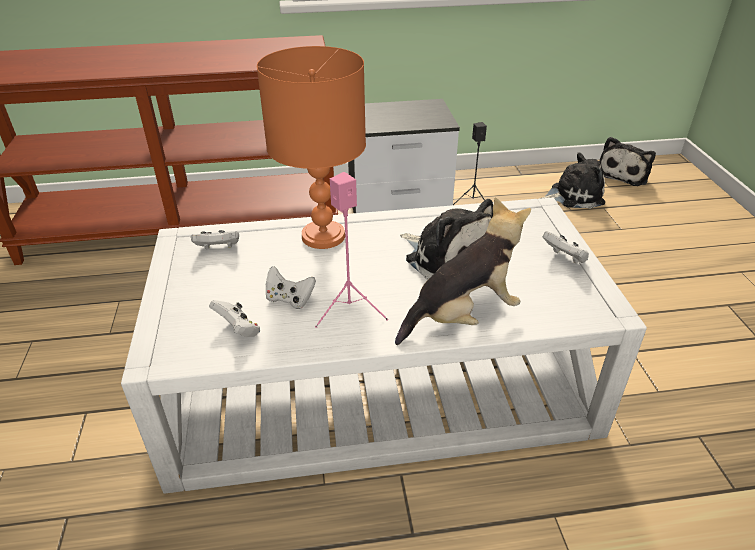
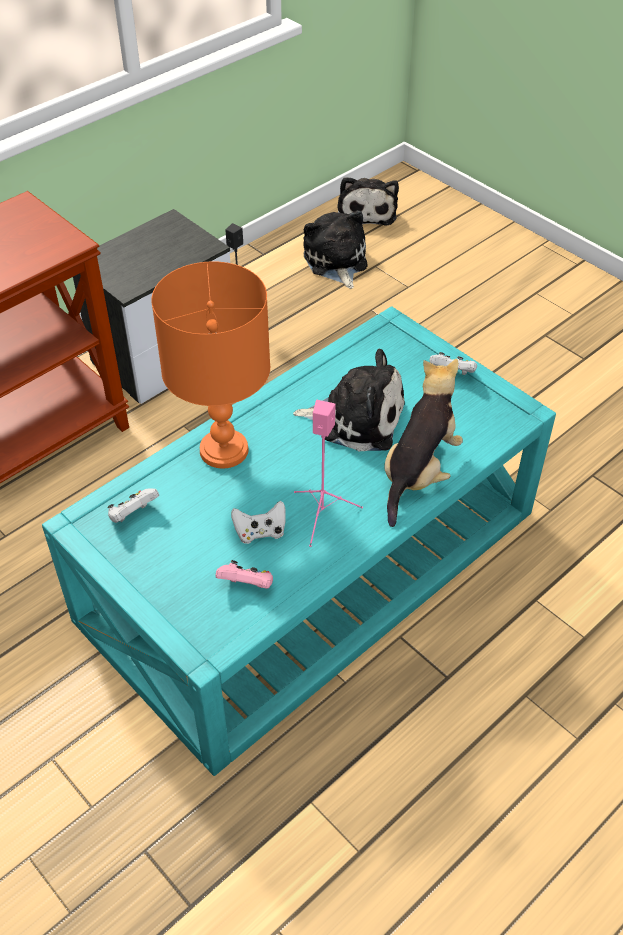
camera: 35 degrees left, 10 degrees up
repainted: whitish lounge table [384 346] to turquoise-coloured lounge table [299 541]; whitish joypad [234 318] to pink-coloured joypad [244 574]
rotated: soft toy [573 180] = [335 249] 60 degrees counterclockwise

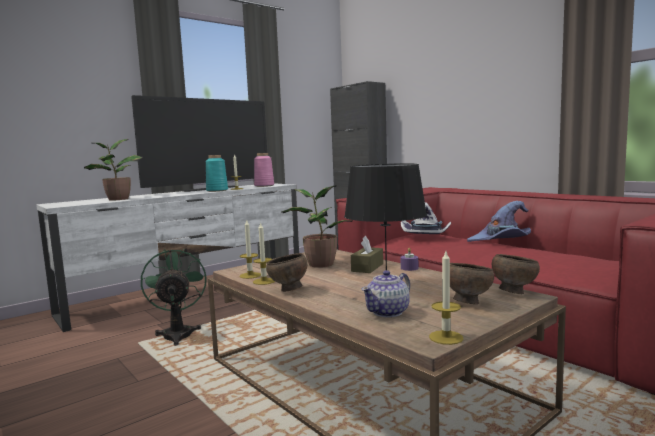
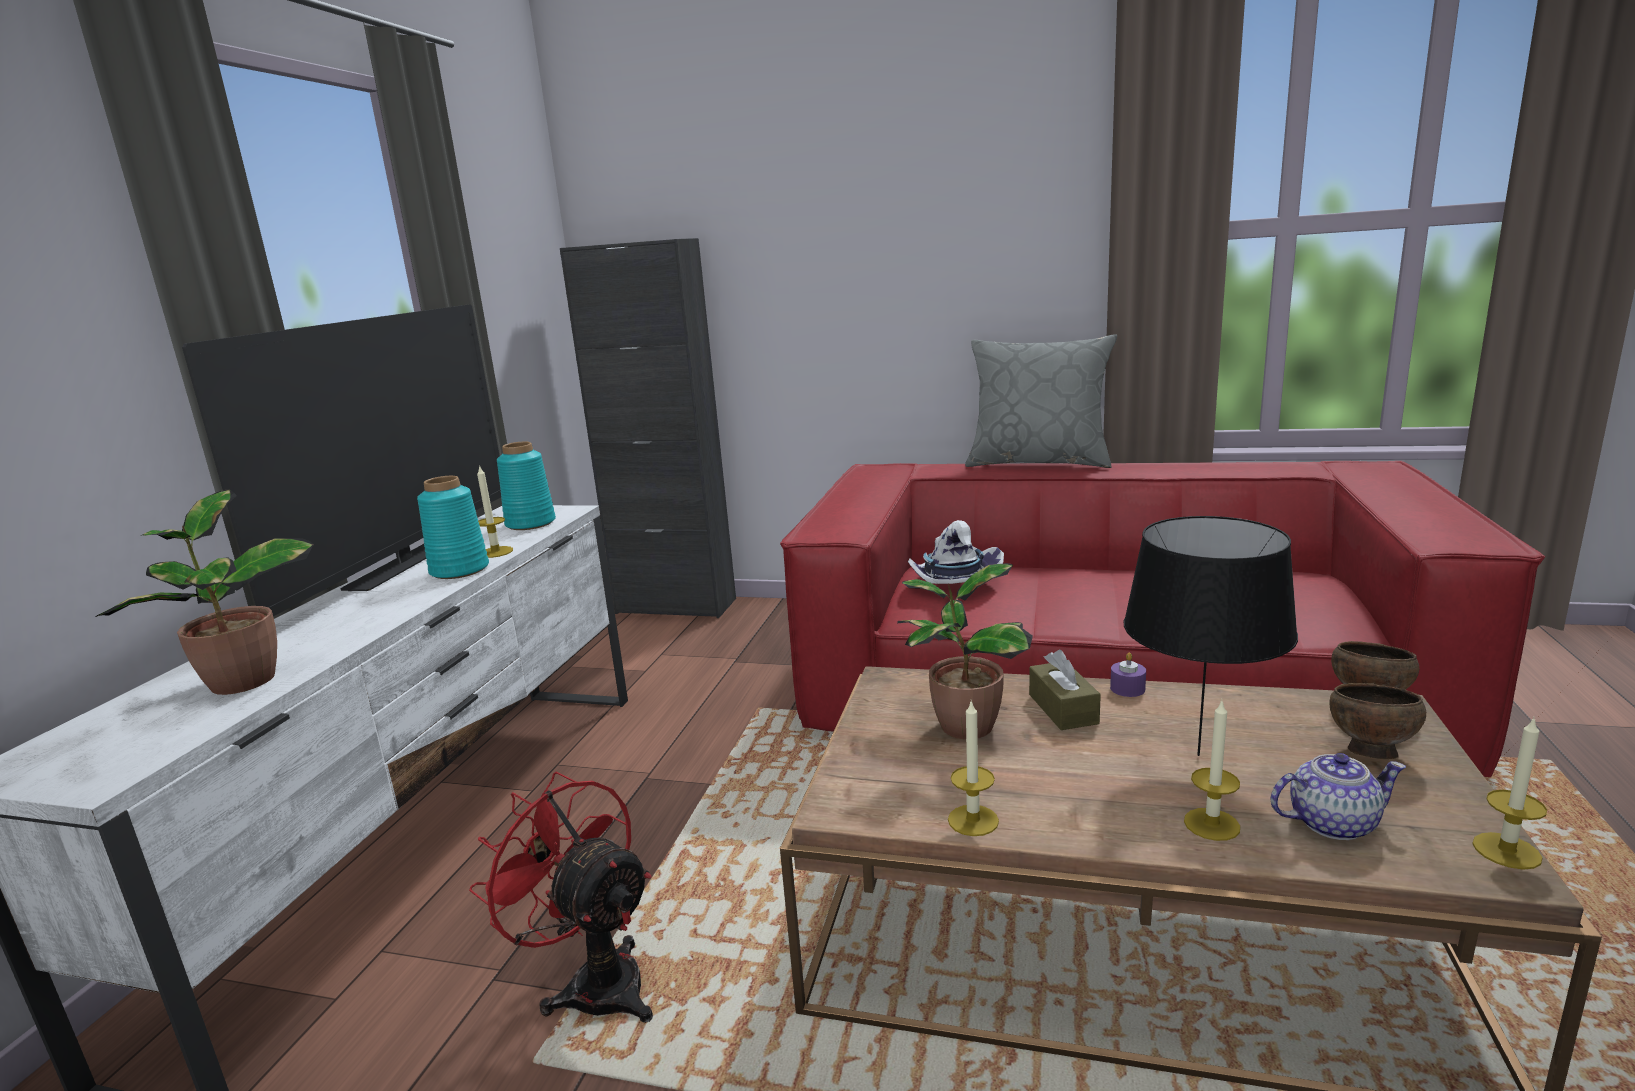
camera: 35 degrees left, 10 degrees up
gone: brown bowl [286 272]; purplish hat [499 221]
new: gray throw pillow [1041 401]
shifted: wax candle [250 249] to [1212 771]
repainted: green-coloured fan [174 297] to red-coloured fan [561 897]; pink-coloured flower vase [264 170] to turquoise-coloured flower vase [526 486]
rotated: pot for tea [385 294] = [1338 796] 105 degrees counterclockwise

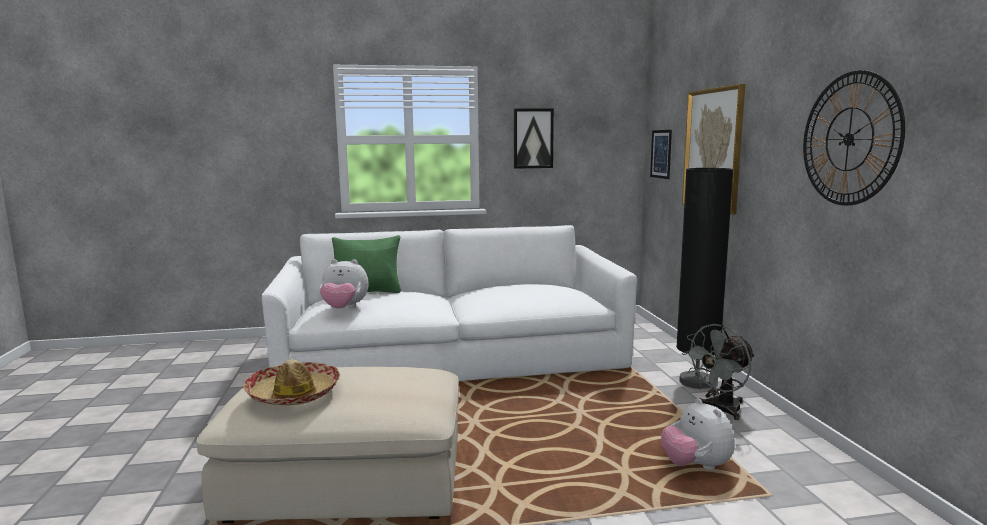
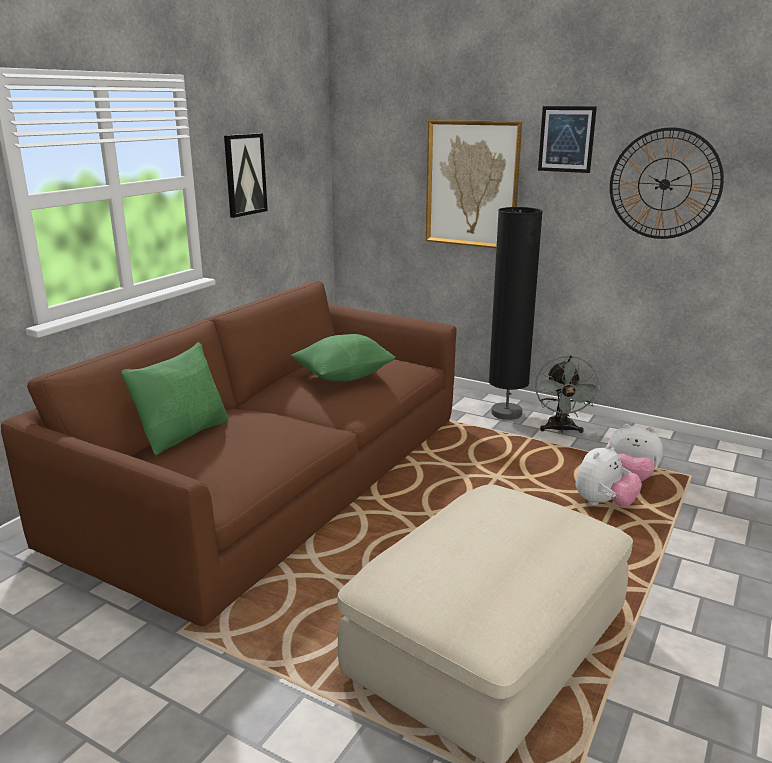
camera: 50 degrees left, 10 degrees up
gone: hat [291 382]
new: green-coloured throw pillow [343 358]
shifted: soft toy [344 283] to [608 475]; wall art [661 154] to [567 139]
repainted: whitish settee [449 303] to brown settee [228 454]

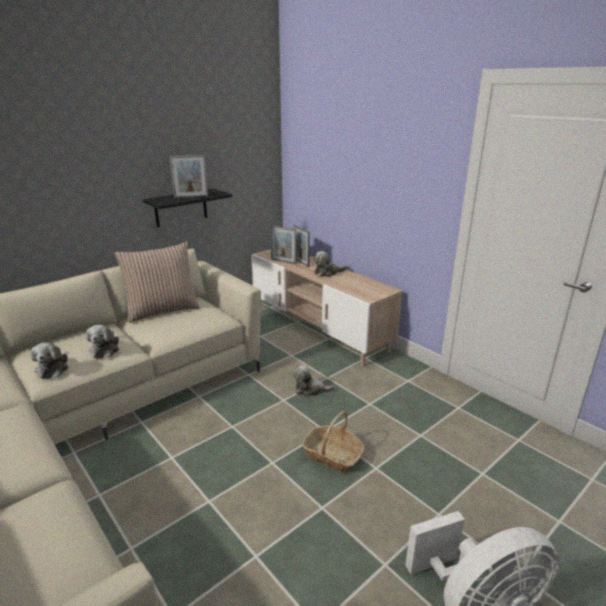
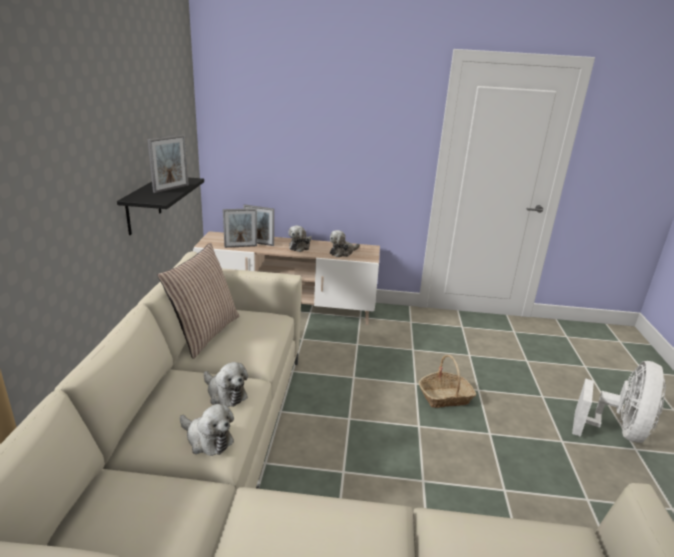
camera: 45 degrees left, 0 degrees up
shifted: soft toy [313 380] to [345 243]

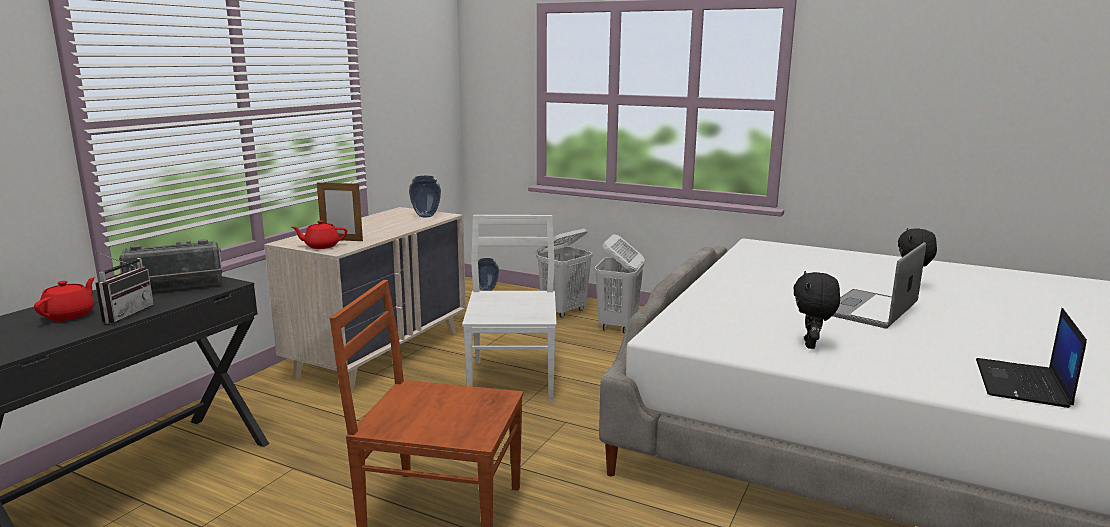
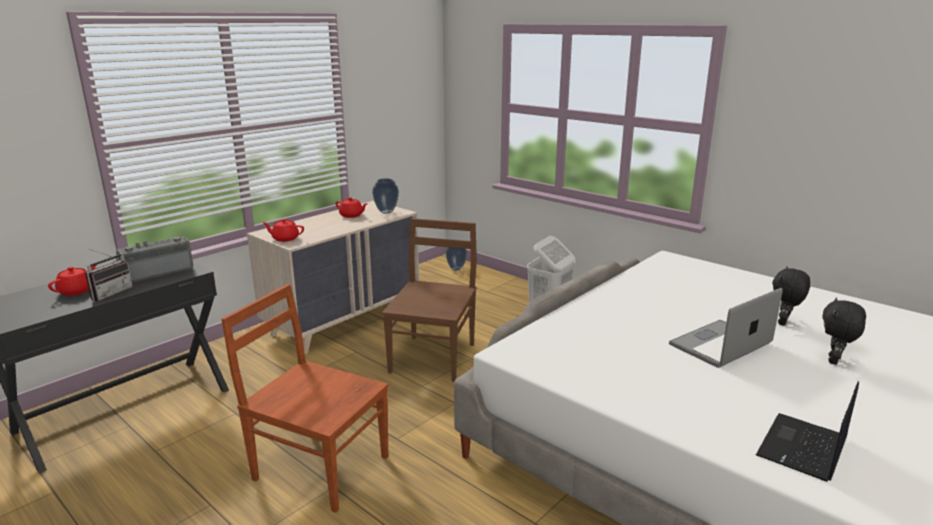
camera: 15 degrees right, 5 degrees up
gone: standing frame [340 211]; whitish washing basket [564 273]
new: red-coloured pot for tea [351 207]
shifted: blackish soft toy [816 310] to [844 331]
repainted: whitish upright chair [509 308] to brown upright chair [429 300]
rotated: radio receiver [170 265] = [154 259] 150 degrees clockwise

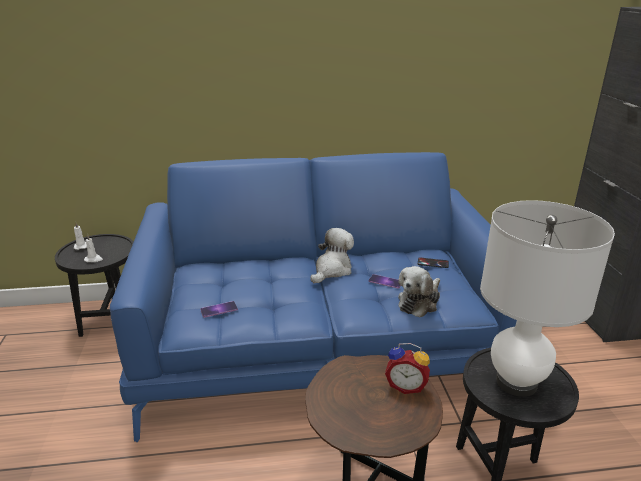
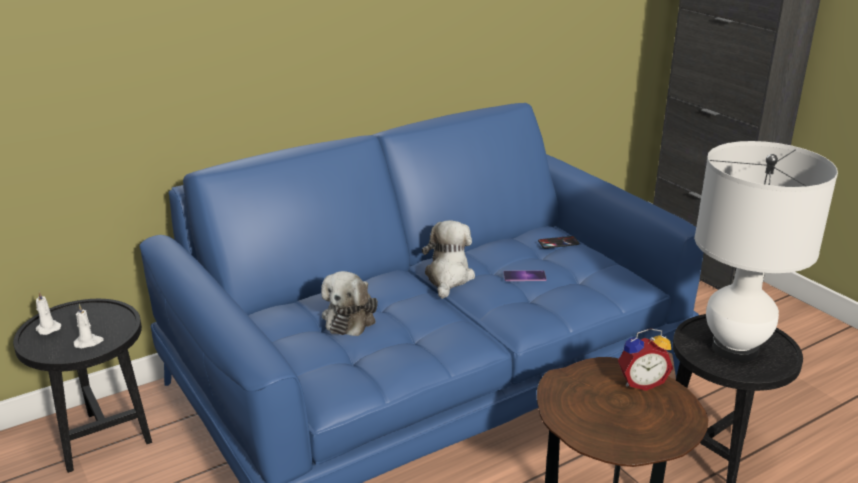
camera: 25 degrees left, 0 degrees up
gone: telephone [219 309]
shifted: soft toy [419 292] to [349 303]

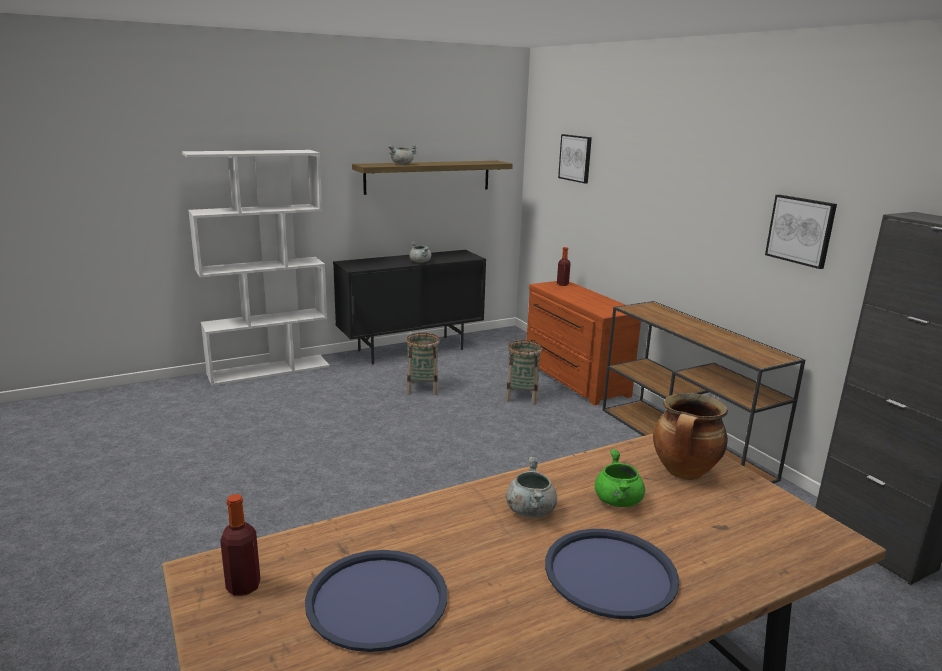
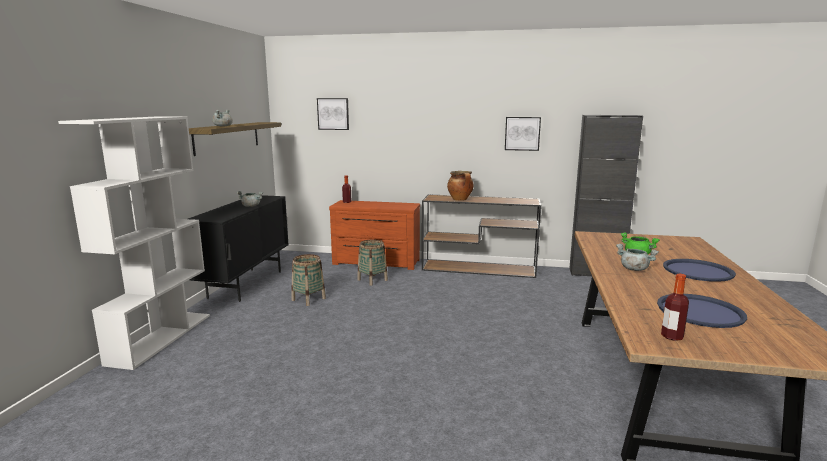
camera: 50 degrees left, 5 degrees down
shifted: saucepot [690 436] to [460 186]

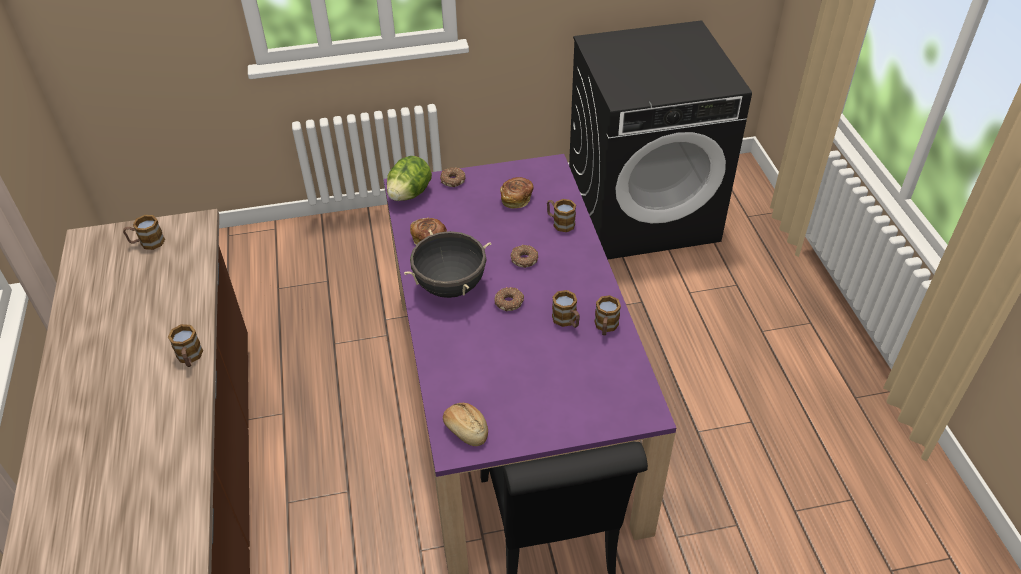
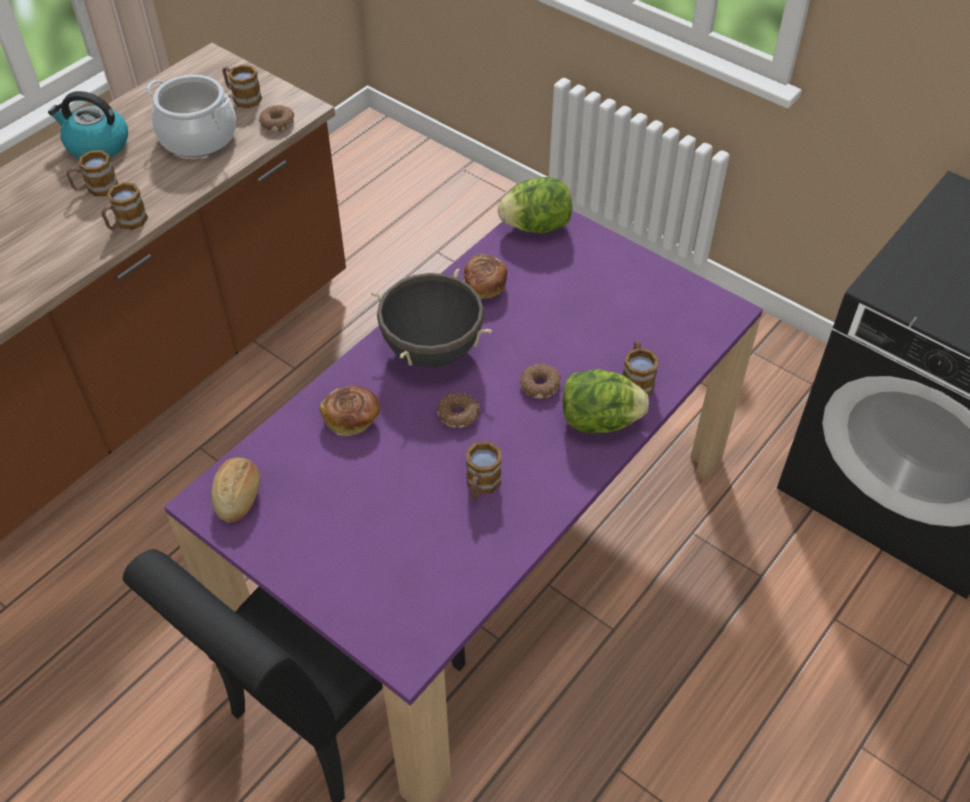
camera: 50 degrees right, 5 degrees up
new: water kettle [88 125]; saucepot [191 116]; lettuce head [605 401]
shifted: donut [452 177] to [277 118]; baked bread [516 192] to [349 411]; tea mug [607 315] to [92 173]

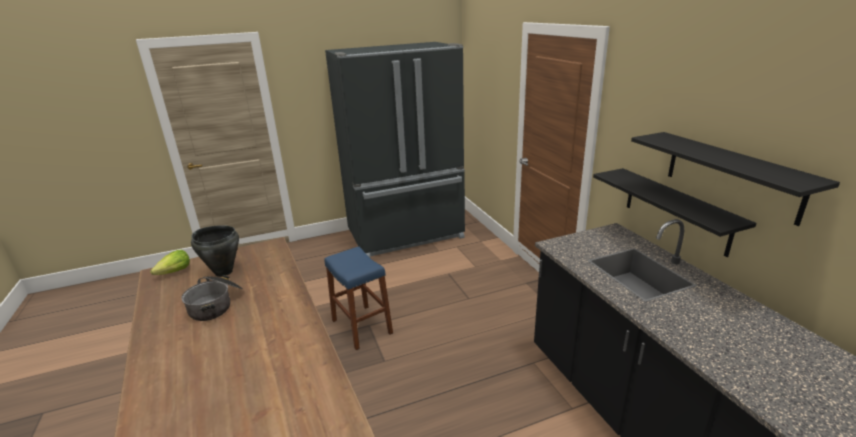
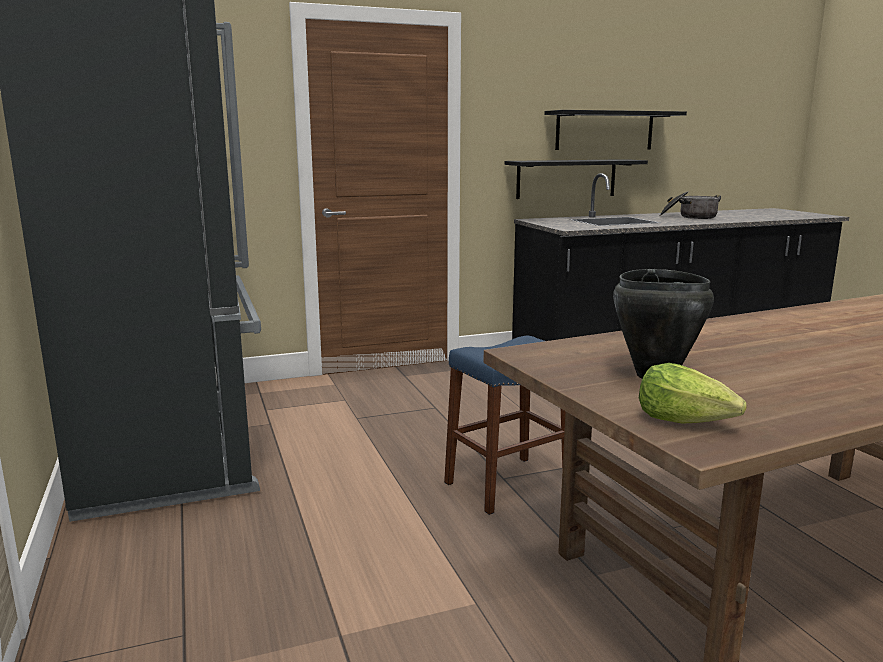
camera: 90 degrees left, 10 degrees down
shifted: saucepot [211 298] to [690 205]

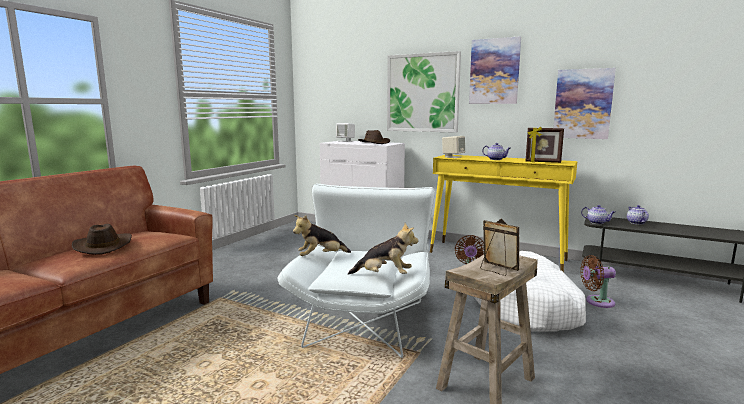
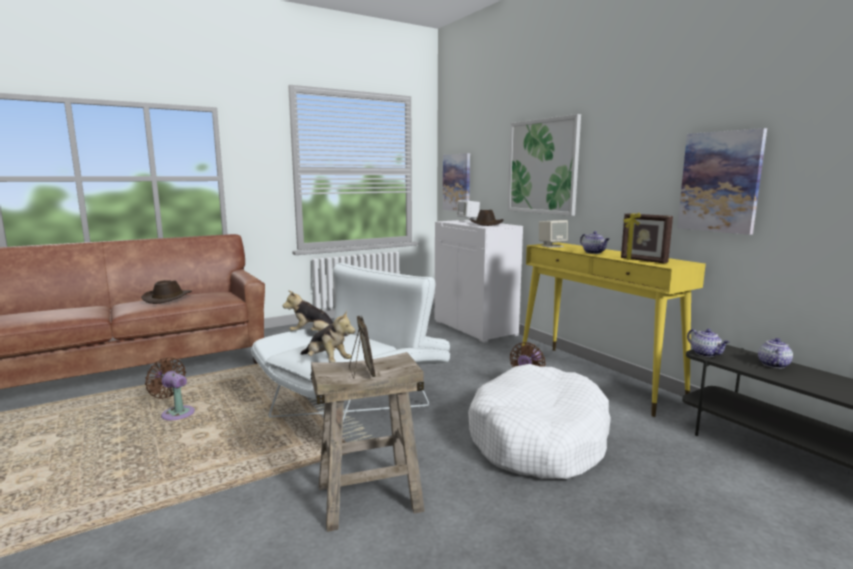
camera: 30 degrees right, 0 degrees up
shifted: wall art [495 70] to [456 182]; brown fan [598 281] to [170 388]

